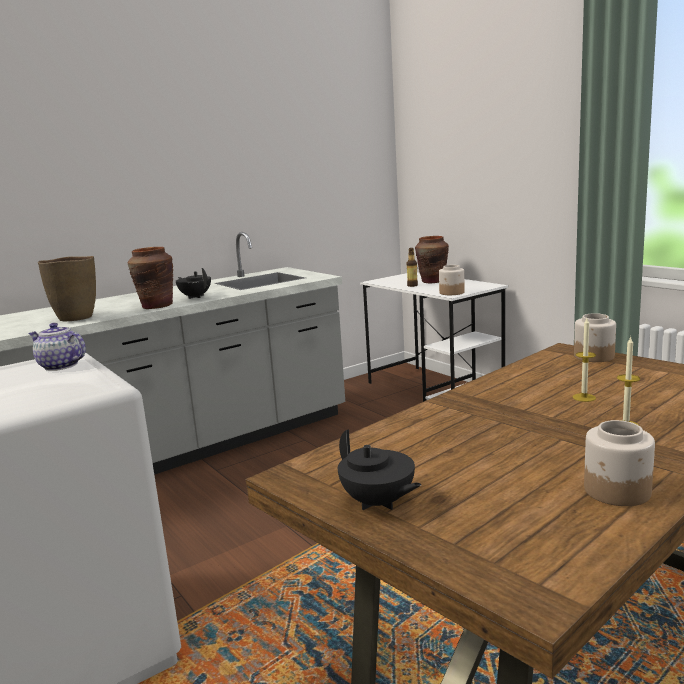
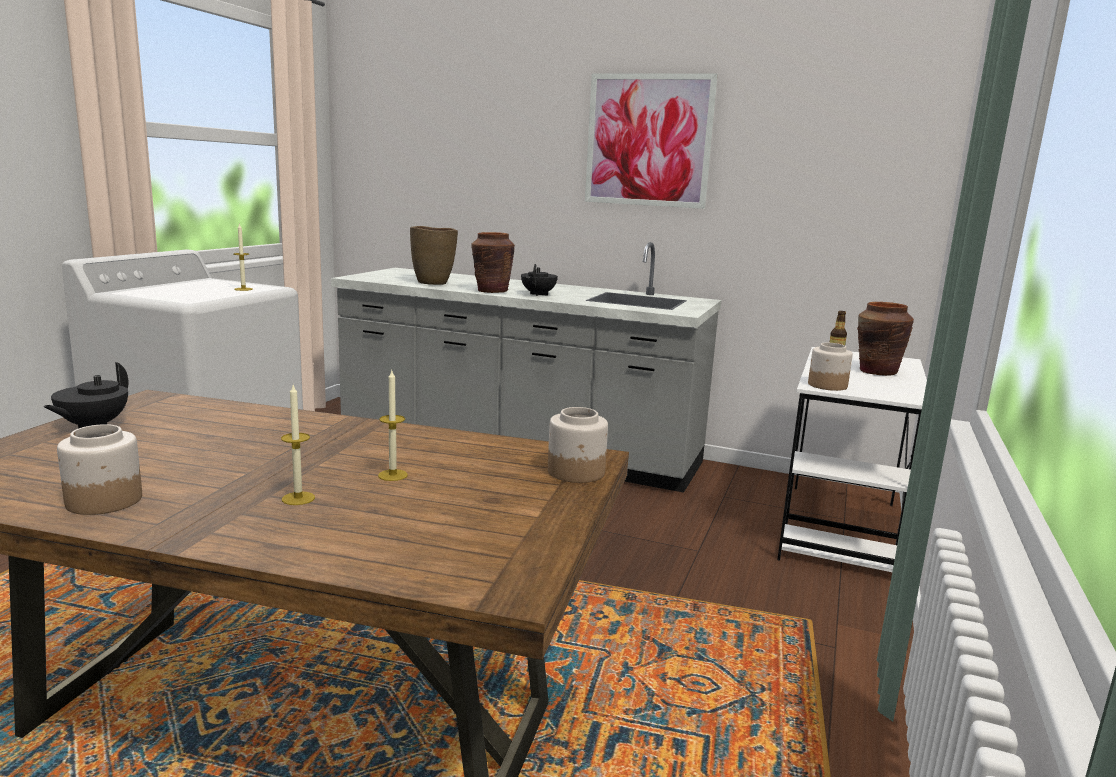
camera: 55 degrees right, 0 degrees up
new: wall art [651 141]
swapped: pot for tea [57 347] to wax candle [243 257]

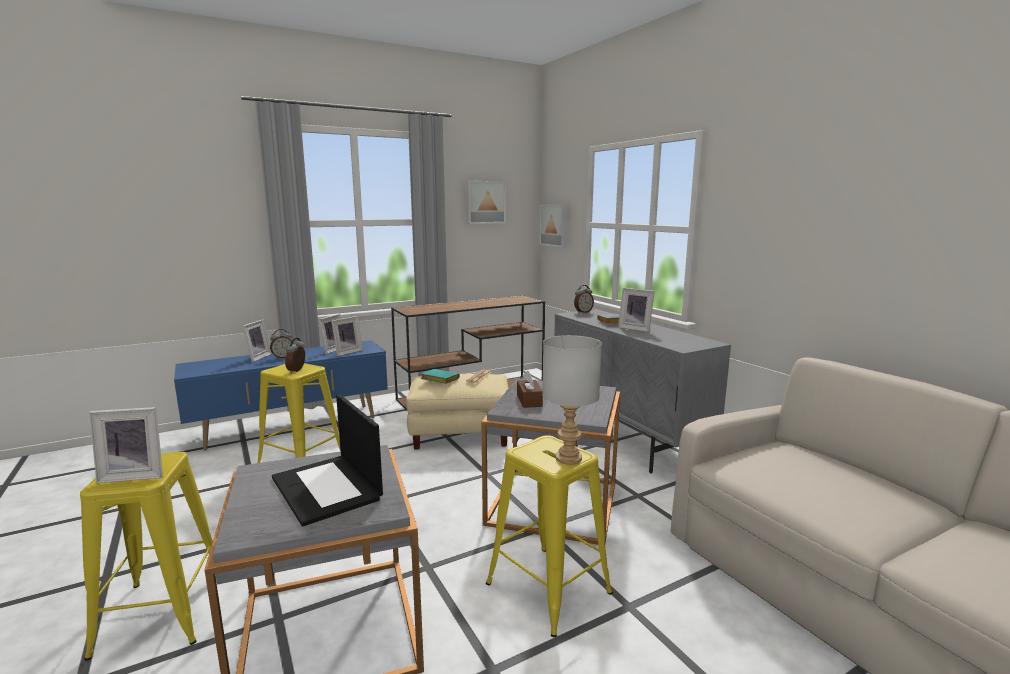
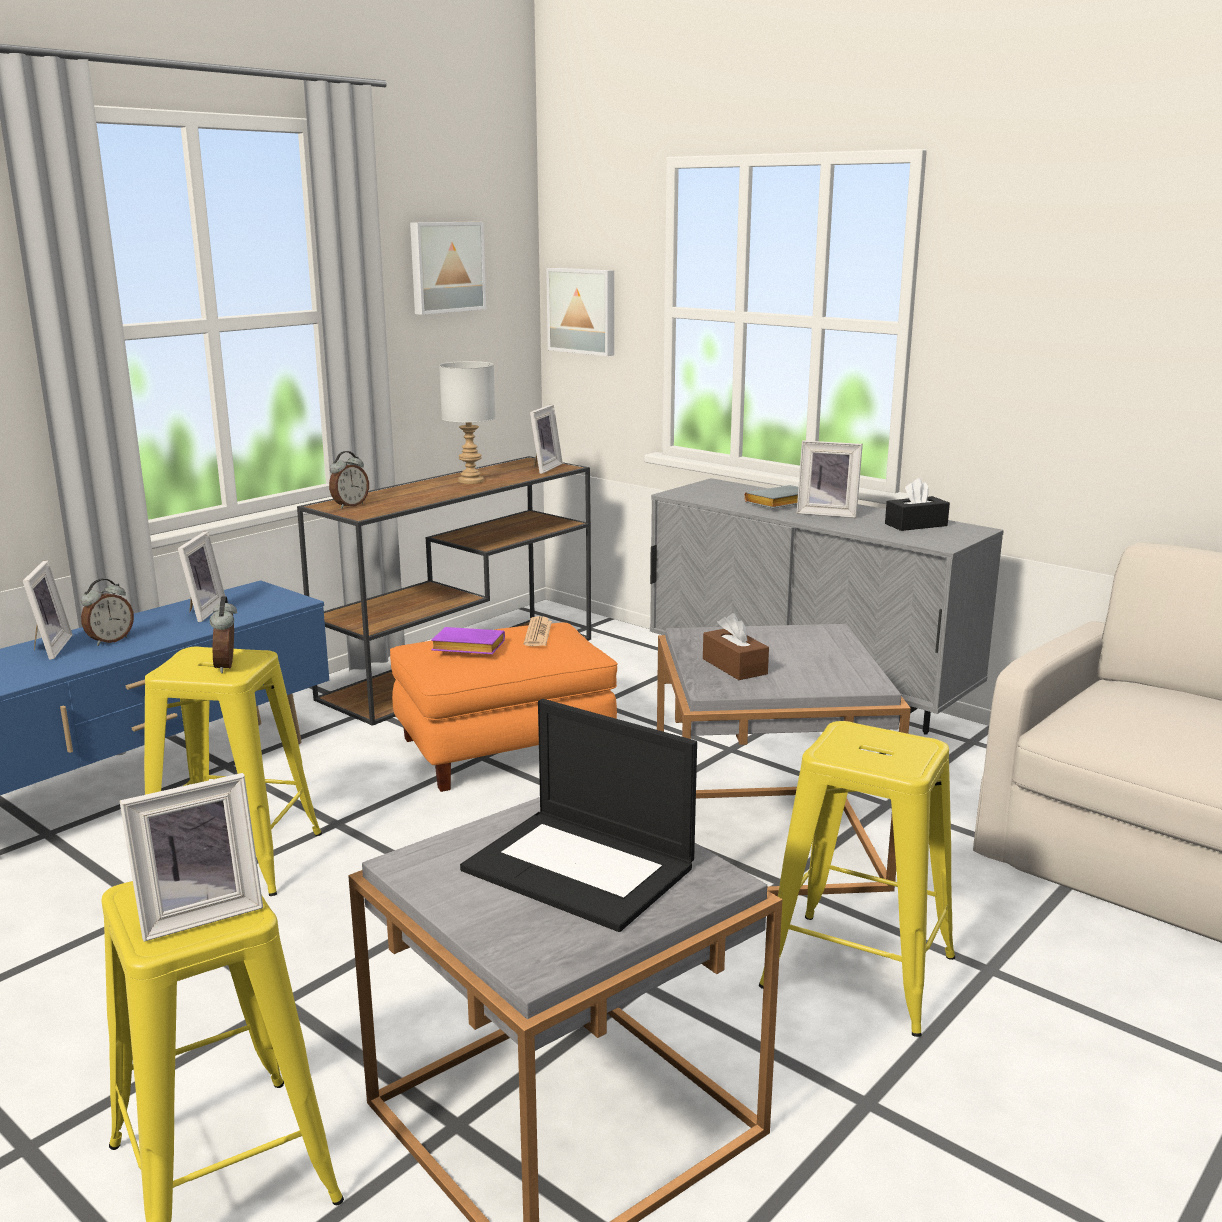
camera: 20 degrees left, 5 degrees up
new: blackish box of tissues [917 504]
shifted: standing frame [347 336] to [546 439]; gray table lamp [572 400] to [467 422]; alarm clock [584 299] to [349 480]
repainted: sand-coloured footrest [457 411] to orangey footrest [504 707]; turquoise-coloured volume [440 376] to purplish volume [468 640]

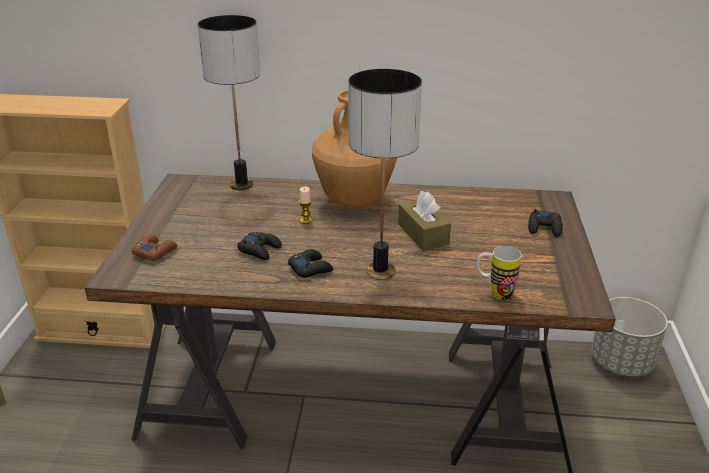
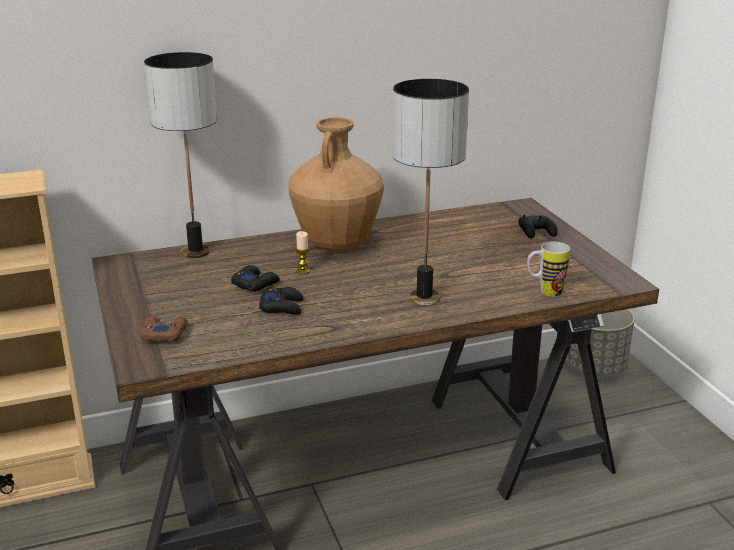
camera: 25 degrees left, 5 degrees down
gone: brown box of tissues [424 221]
shifted: blackish joypad [310 263] to [255 278]

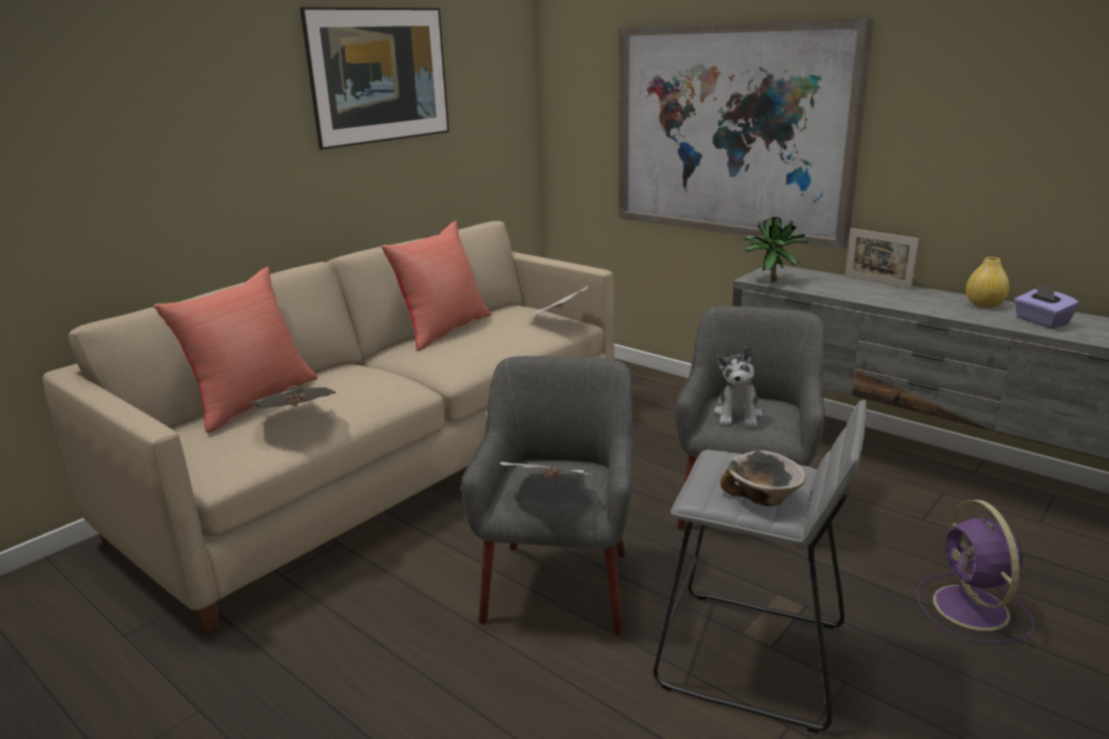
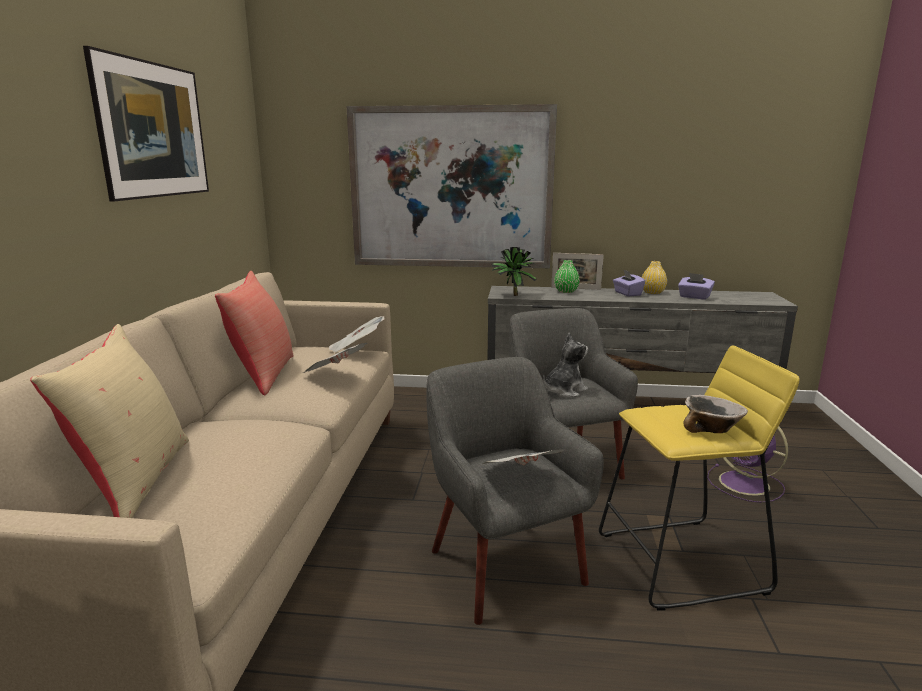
camera: 35 degrees left, 5 degrees down
new: green-coloured flower vase [567 276]; purplish box of tissues [629 283]
shifted: newspaper [292 397] to [335 358]
repainted: red-coloured throw pillow [235 350] to sand-coloured throw pillow [109 421]; gray stool [760 566] to yellow stool [699 478]
rotated: soft toy [738 387] = [565 365] 105 degrees counterclockwise

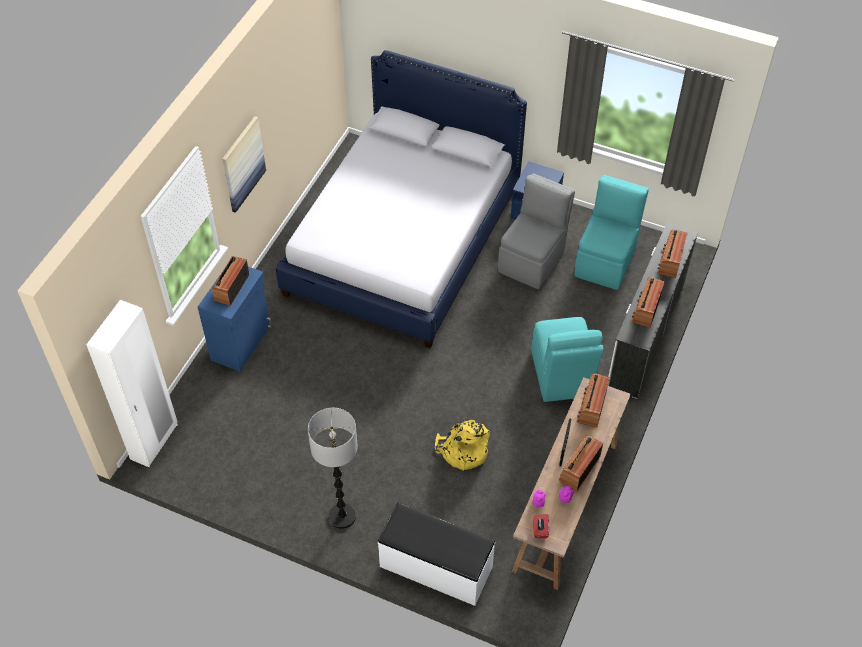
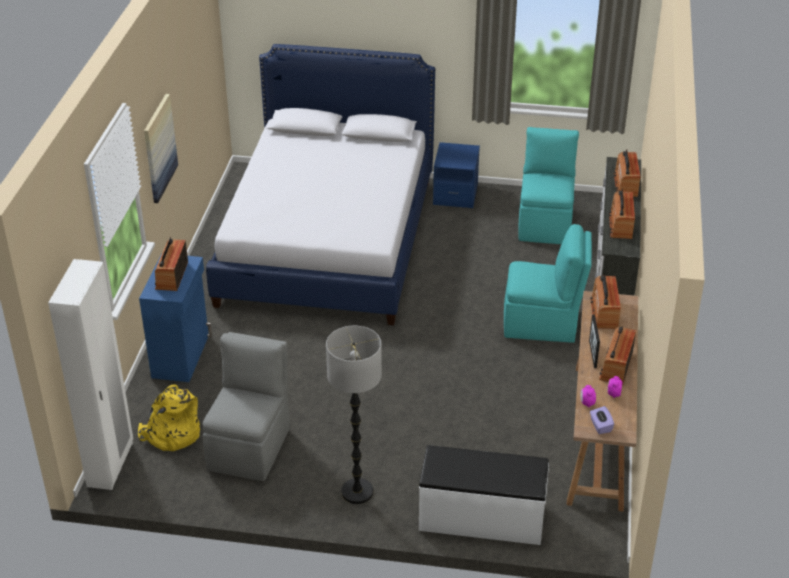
camera: 15 degrees left, 15 degrees down
shifted: yellow backpack [462 445] to [169 417]; gray upright chair [536 231] to [246 406]
repainted: red-coloured box of tissues [541 526] to purplish box of tissues [602 420]
rotated: turquoise-coloured upright chair [568 359] = [548 283] 60 degrees counterclockwise

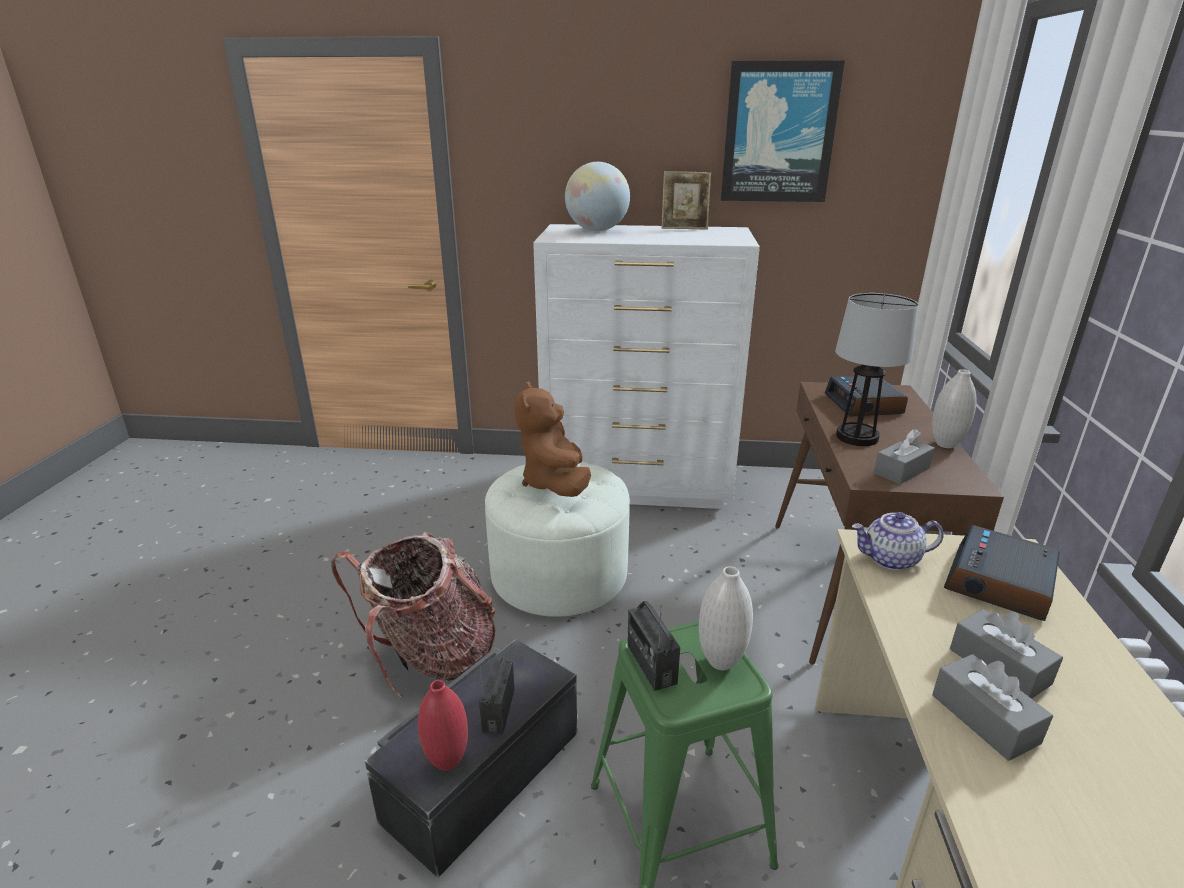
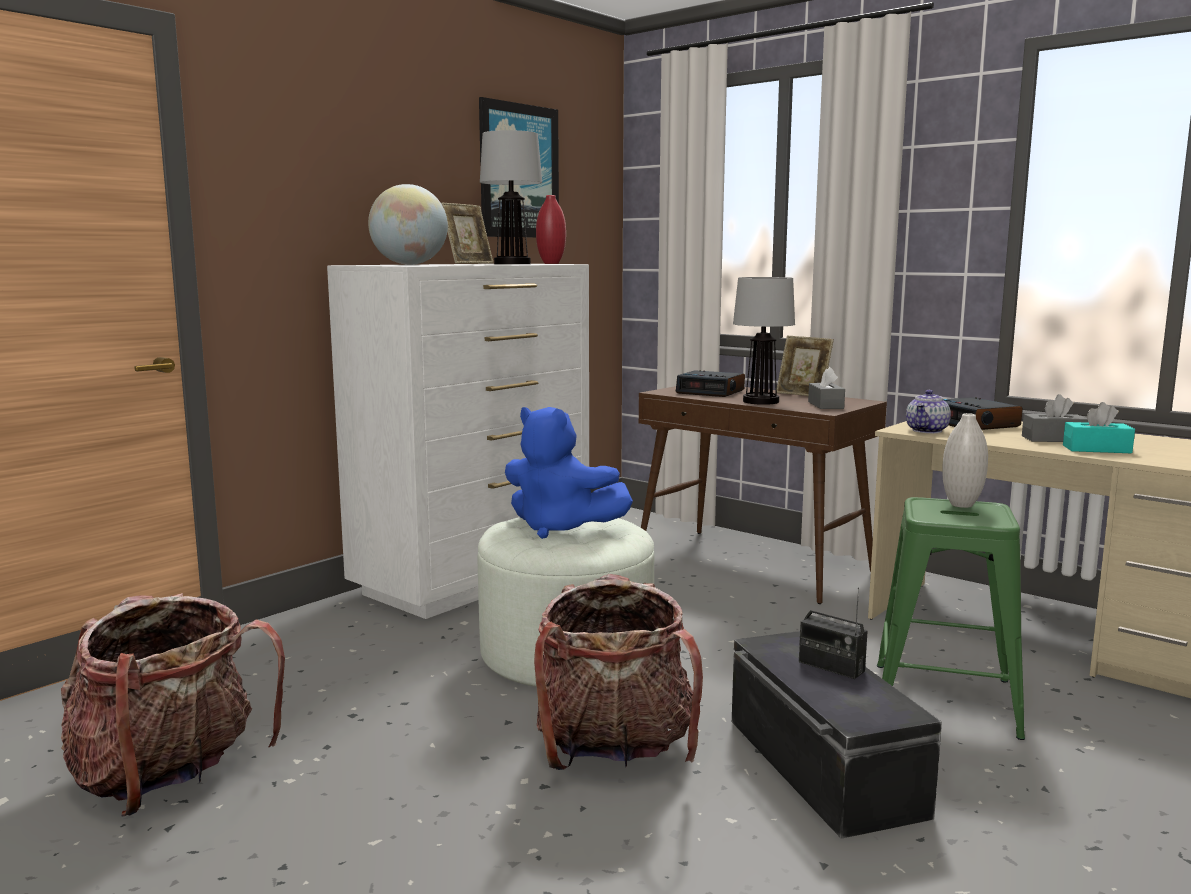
camera: 55 degrees left, 15 degrees down
gone: radio receiver [653 646]
new: backpack [173 704]; table lamp [511 197]
shifted: red-coloured flower vase [443 725] to [551 229]
swapped: whitish flower vase [954 408] to standing frame [805 366]
repainted: brown soft toy [553 439] to bluish soft toy [569 473]; gray box of tissues [992 707] to turquoise-coloured box of tissues [1099 427]

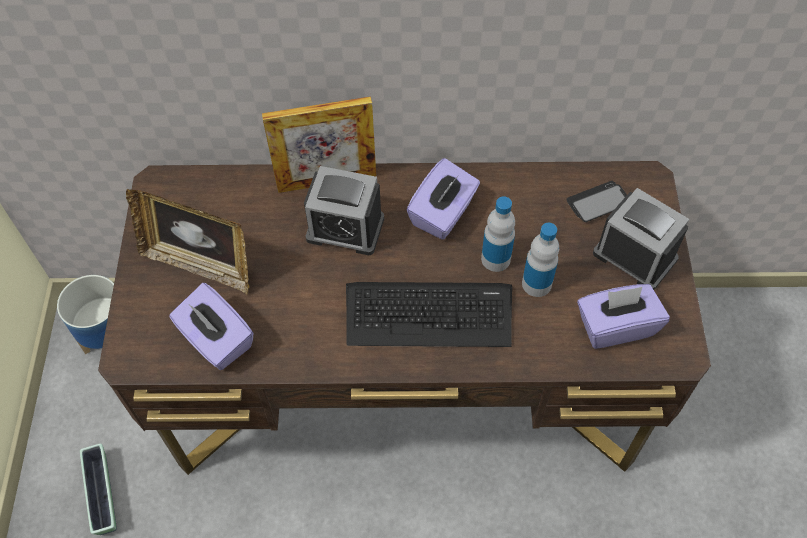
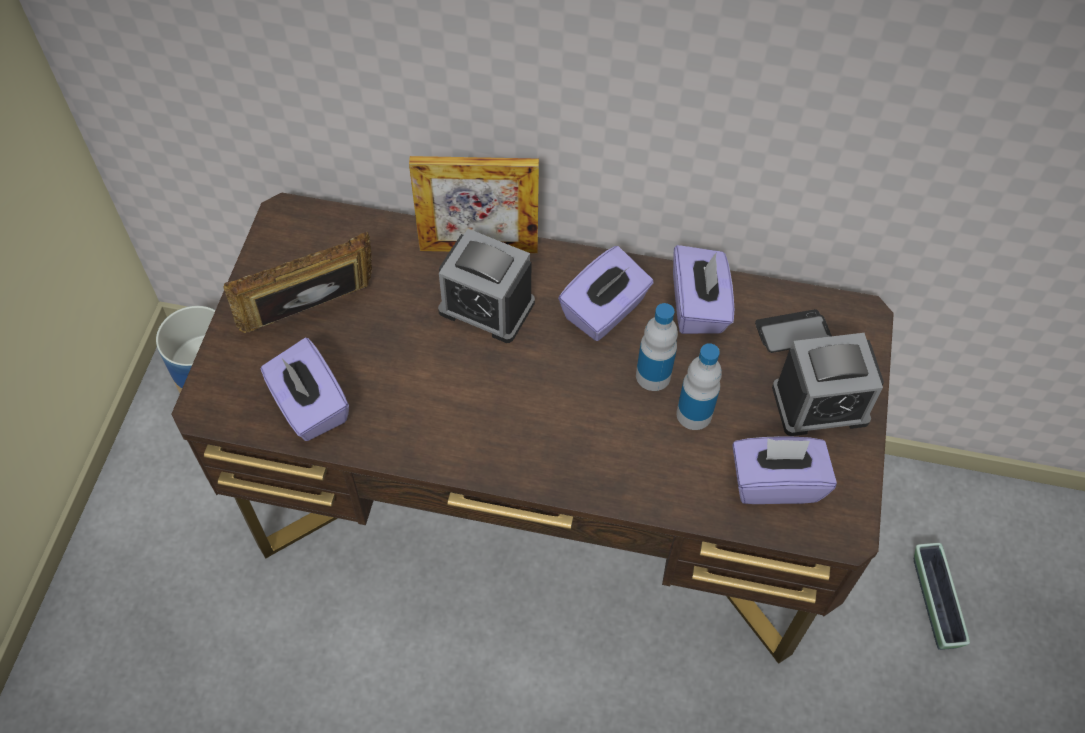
camera: 10 degrees right, 0 degrees up
gone: keyboard [429 314]
new: purplish box of tissues [703 289]
shifted: plant pot [98 489] to [942 596]
rotated: standing frame [187 242] = [298 282] 120 degrees clockwise; alarm clock [641 239] = [828 384] 120 degrees clockwise

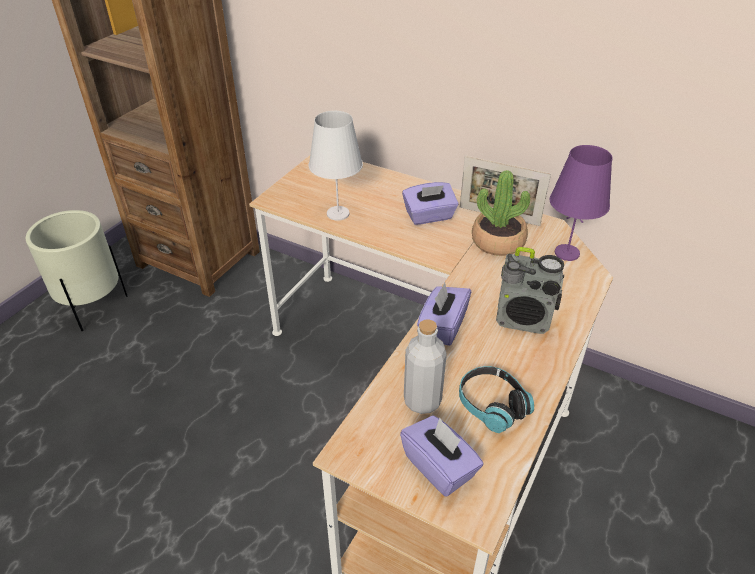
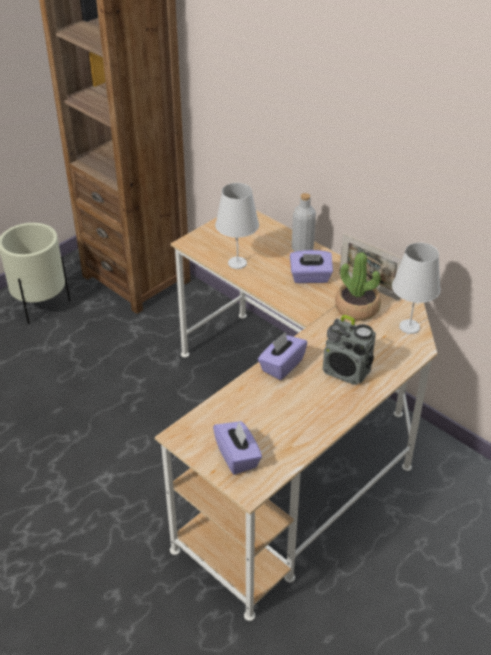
camera: 15 degrees right, 0 degrees up
gone: headset [496 399]
shifted: gray drink bottle [425 366] to [304 222]
repainted: purplish table lamp [581 203] to whitish table lamp [416 288]

